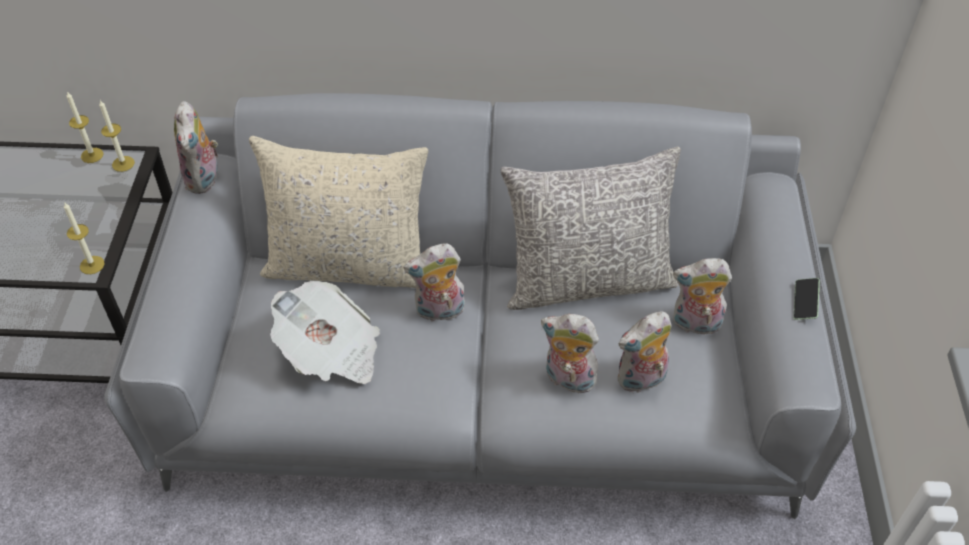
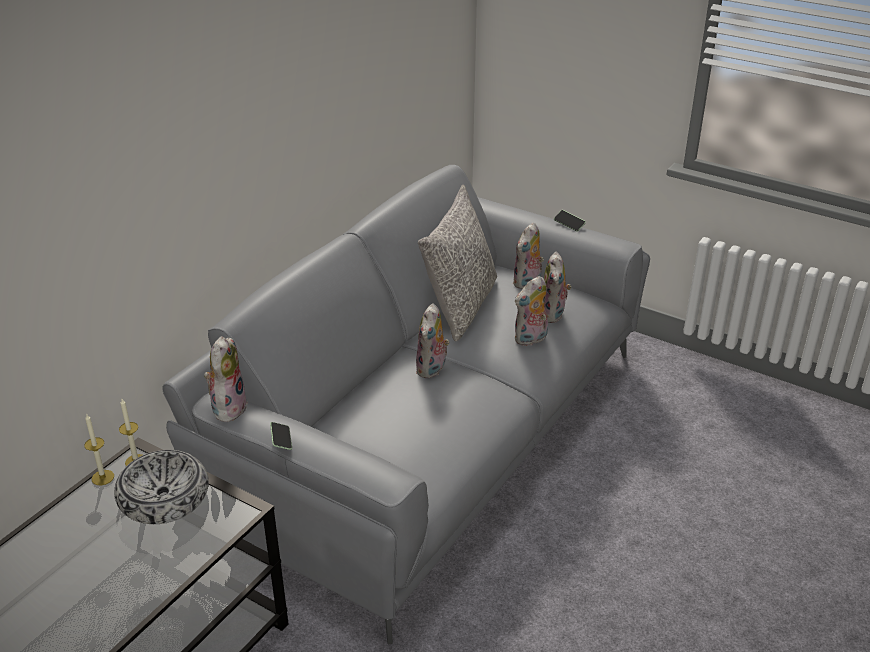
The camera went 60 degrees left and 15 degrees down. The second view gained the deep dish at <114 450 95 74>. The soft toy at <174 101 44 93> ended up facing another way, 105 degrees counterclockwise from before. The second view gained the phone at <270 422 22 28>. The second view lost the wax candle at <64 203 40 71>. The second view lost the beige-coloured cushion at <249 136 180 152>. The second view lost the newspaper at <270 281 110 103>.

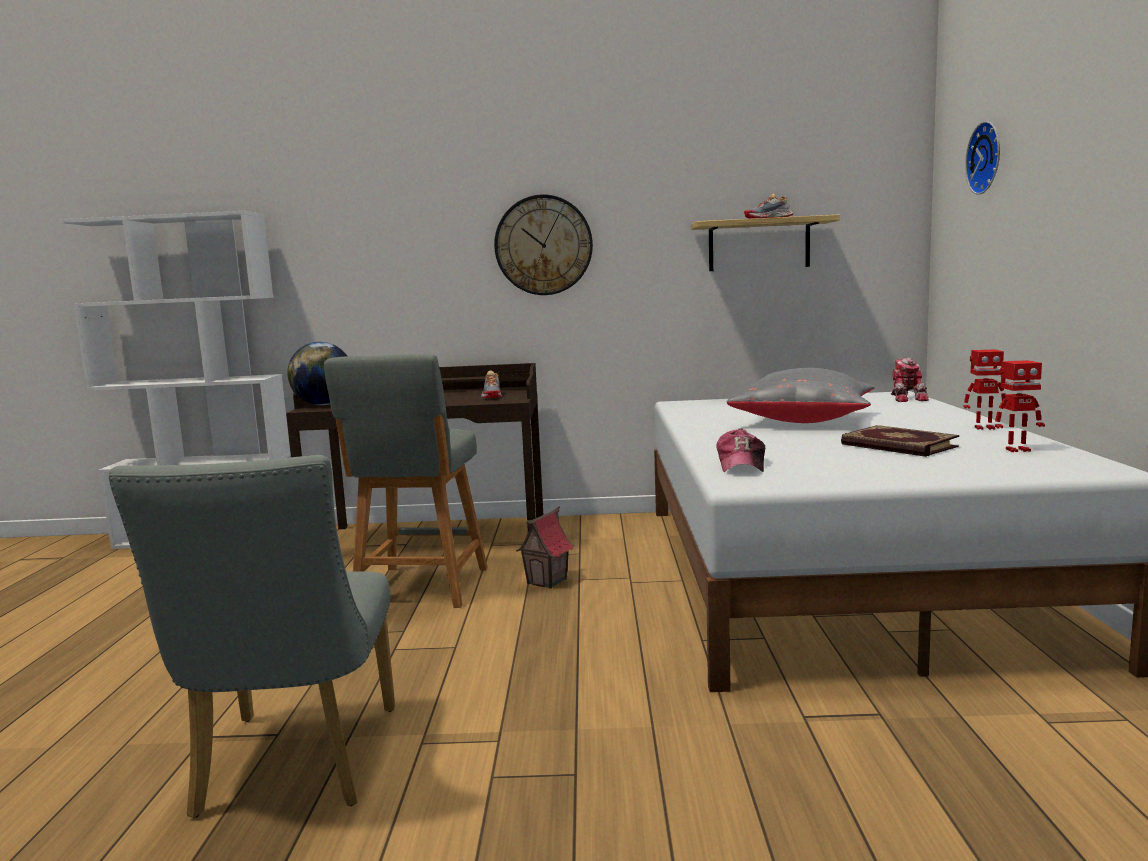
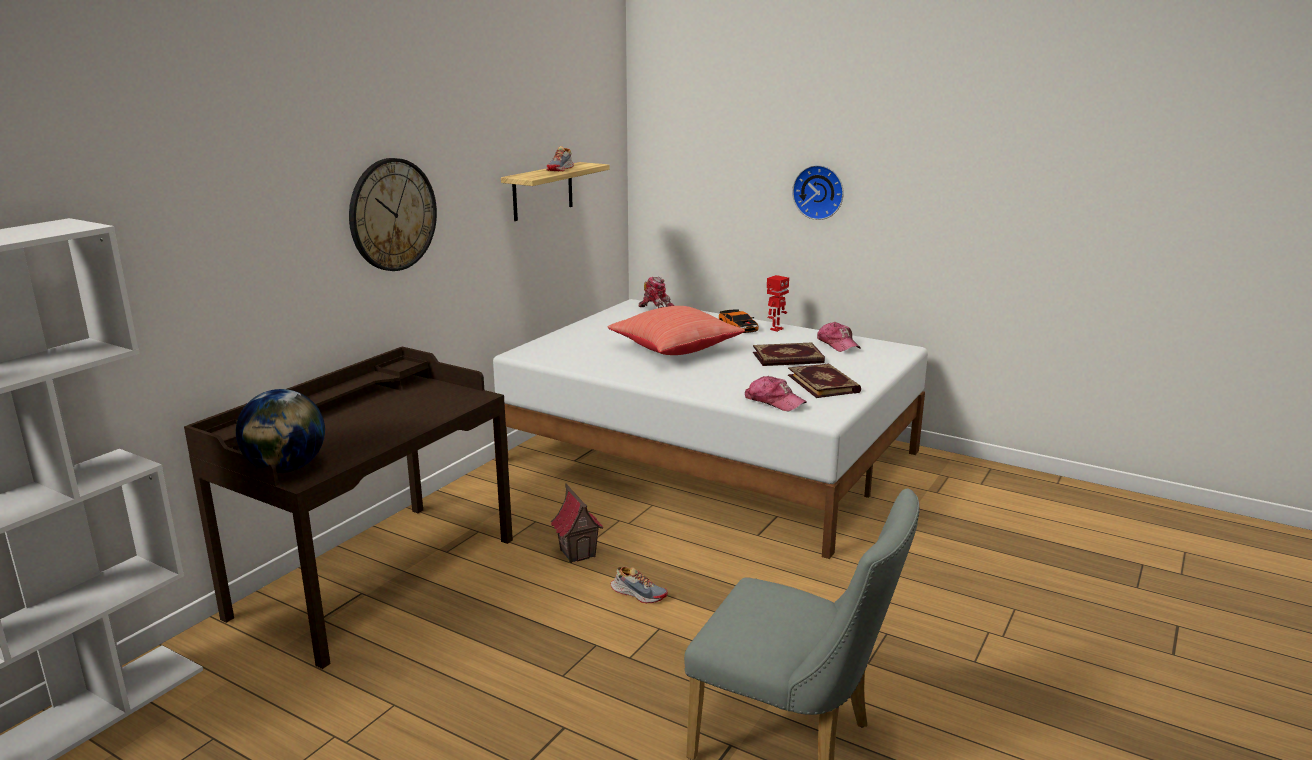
The camera went 60 degrees left and 10 degrees up. What was the gray cushion at <727 368 148 55> turned into the reddish cushion at <607 306 138 49>. The shoe ended up elsewhere, having gone from <481 370 21 28> to <610 567 58 36>. The second view gained the toy car at <719 309 40 24>. The second view gained the book at <788 363 73 35>. The wall clock ended up elsewhere, having gone from <965 121 35 74> to <792 165 52 55>. Where the robot figure stood at <995 360 50 92>, the peaked cap came to stand at <817 322 44 30>. The second view lost the gray stool at <324 354 164 254>.

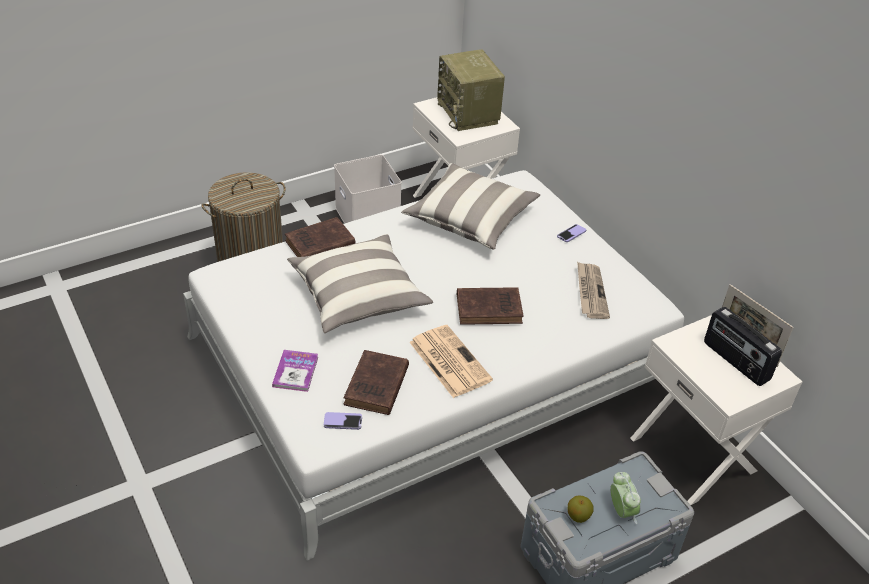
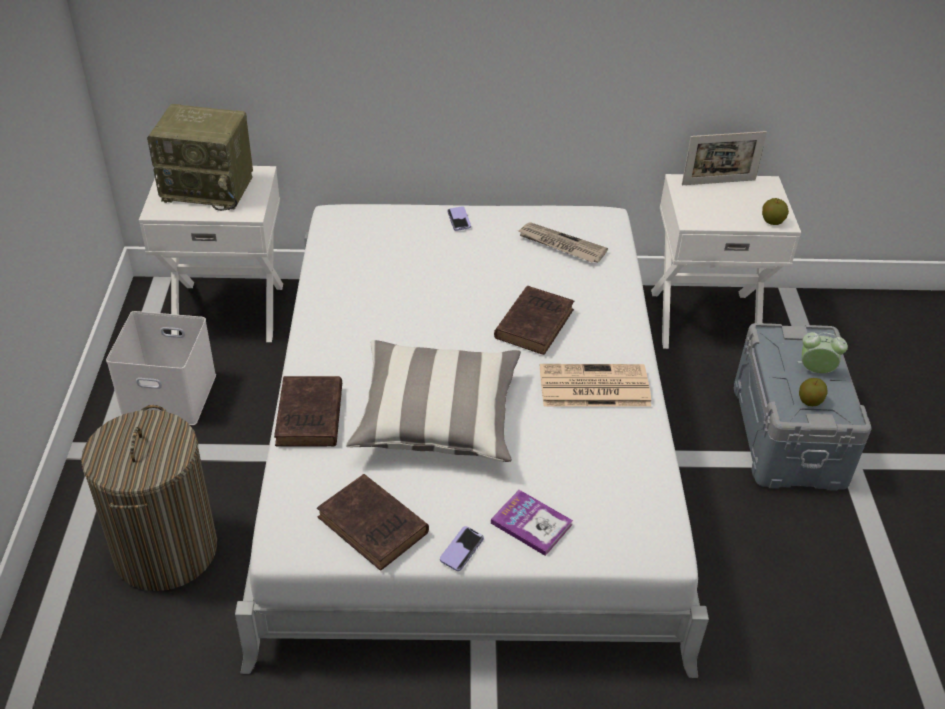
The camera went 60 degrees left and 0 degrees up. The brown book ended up elsewhere, having gone from <343 350 66 65> to <317 474 112 97>. The phone ended up elsewhere, having gone from <324 412 38 18> to <440 526 44 45>. The second view gained the apple at <762 198 27 27>. The second view lost the cushion at <401 163 139 87>. The second view lost the radio at <704 307 78 79>.

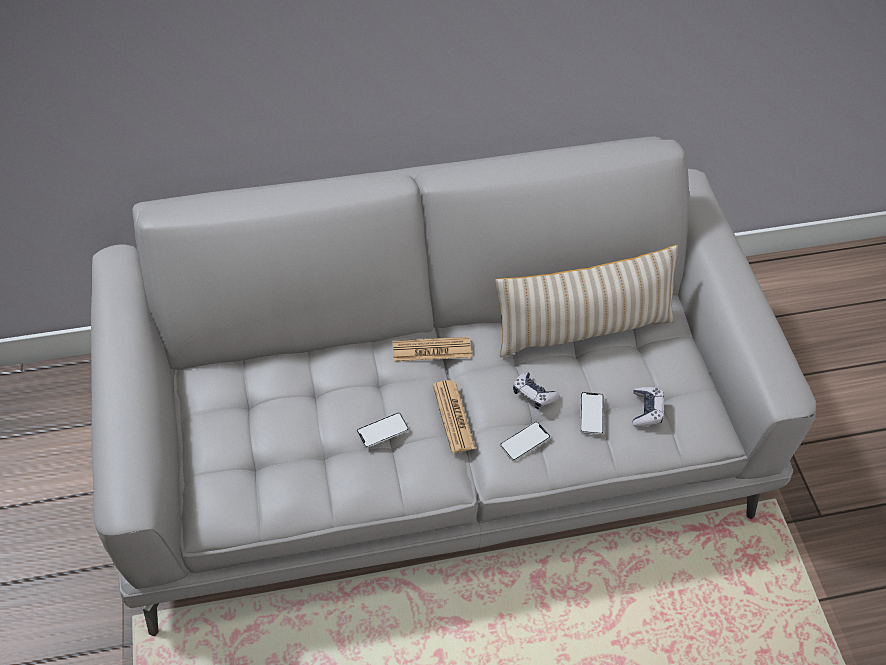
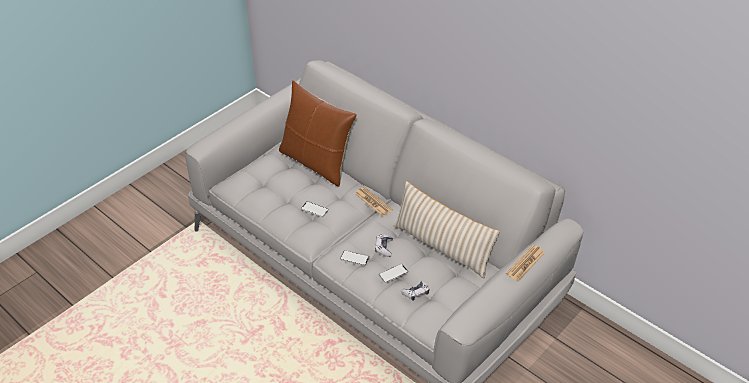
The camera went 55 degrees right and 10 degrees down. The second view gained the brown cushion at <279 80 78 107>. The newspaper ended up elsewhere, having gone from <433 380 43 73> to <506 245 39 37>.

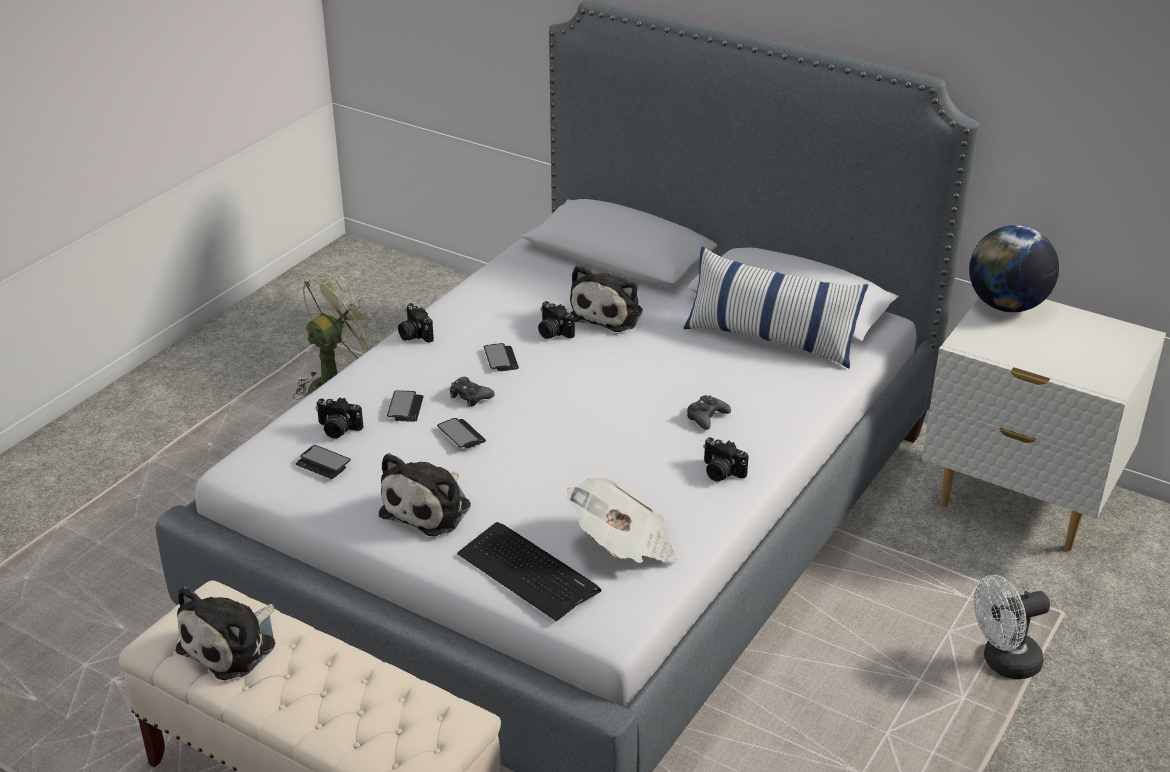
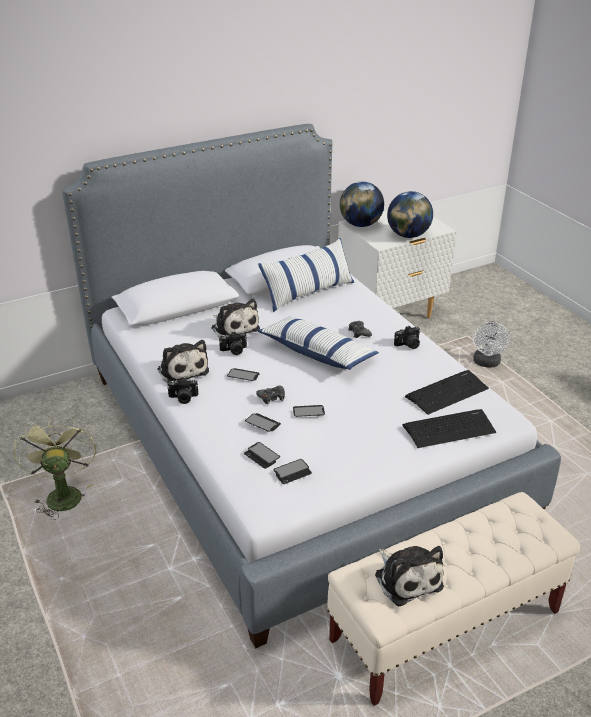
The camera went 60 degrees left and 0 degrees up. The soft toy ended up elsewhere, having gone from <379 453 92 83> to <157 340 52 43>. Where the photo camera stood at <316 397 47 42>, the phone came to stand at <244 442 36 27>. The second view gained the cushion at <257 317 122 53>. The second view gained the desk globe at <387 191 46 47>. Where the newspaper stood at <567 478 110 85>, the PC keyboard came to stand at <405 370 84 45>.

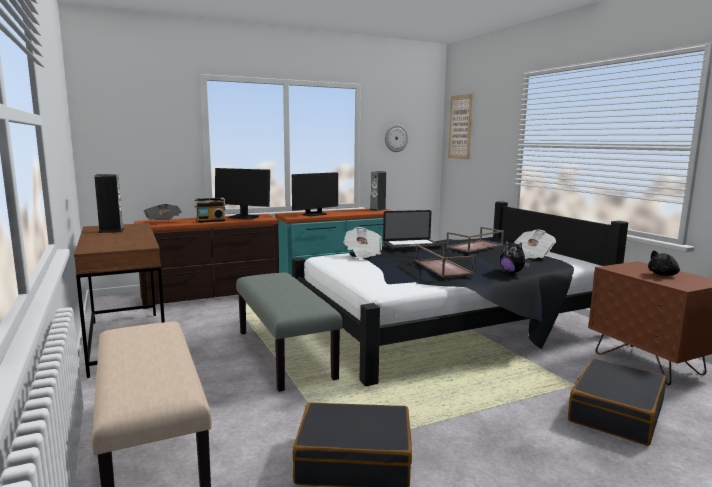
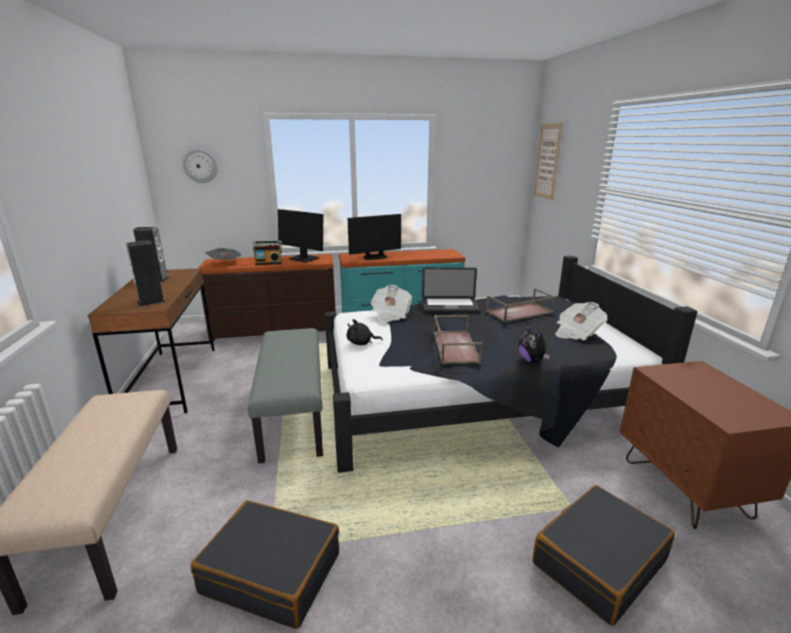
The camera went 15 degrees right and 10 degrees up. The audio speaker ended up elsewhere, having gone from <370 171 17 40> to <126 240 40 66>. The wall clock ended up elsewhere, having gone from <385 124 24 28> to <183 149 34 34>. The black soft toy ended up elsewhere, having gone from <648 251 32 25> to <347 319 36 26>.

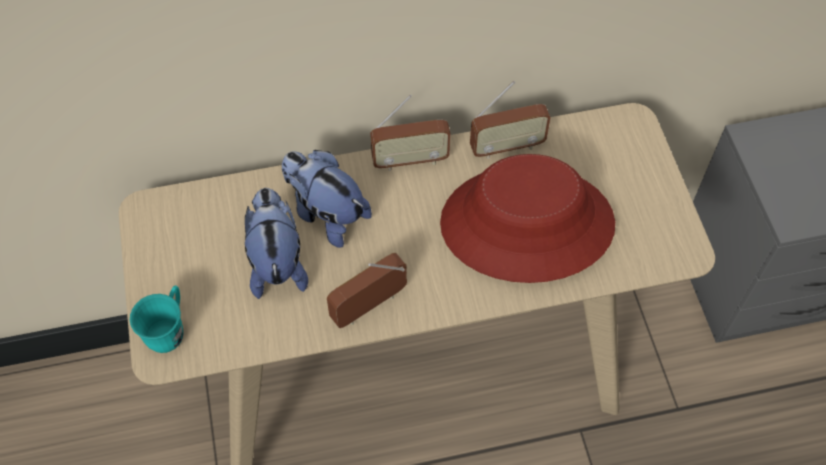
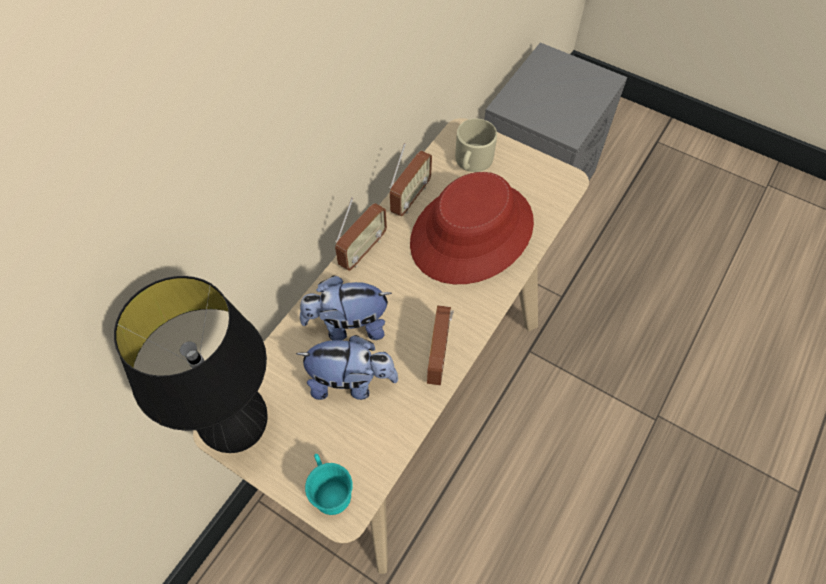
The camera went 45 degrees left and 0 degrees up. The second view gained the black lamp for a table at <114 276 154 177>. The soft toy at <245 188 63 111> ended up facing another way, 150 degrees clockwise from before. The second view gained the beige-coloured tea mug at <455 119 42 53>.

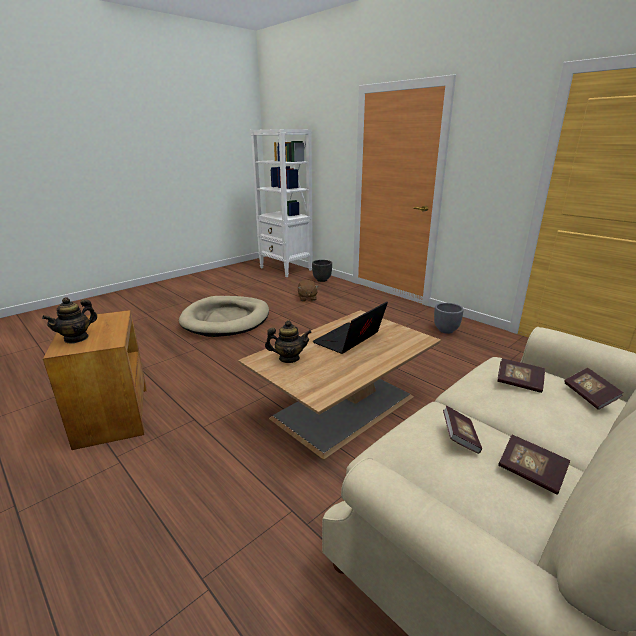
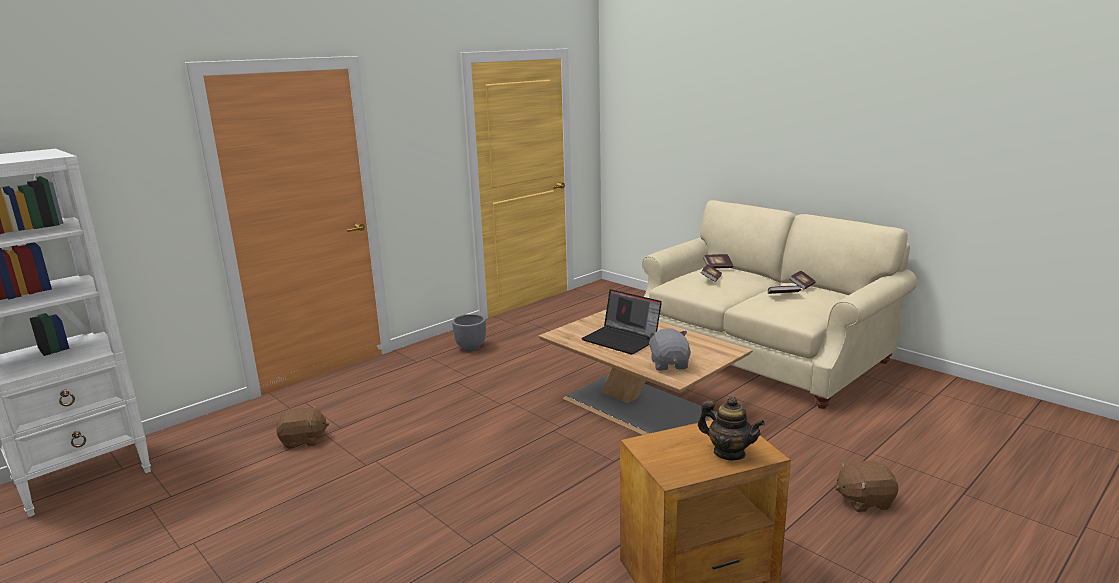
The camera went 90 degrees left and 5 degrees down. Where the pot for tea stood at <265 320 47 43>, the gray soft toy came to stand at <647 328 44 43>. The second view gained the brown soft toy at <835 461 63 51>. The second view lost the beige-coloured pet bed at <179 296 90 41>. The second view lost the black planter at <312 260 20 22>.

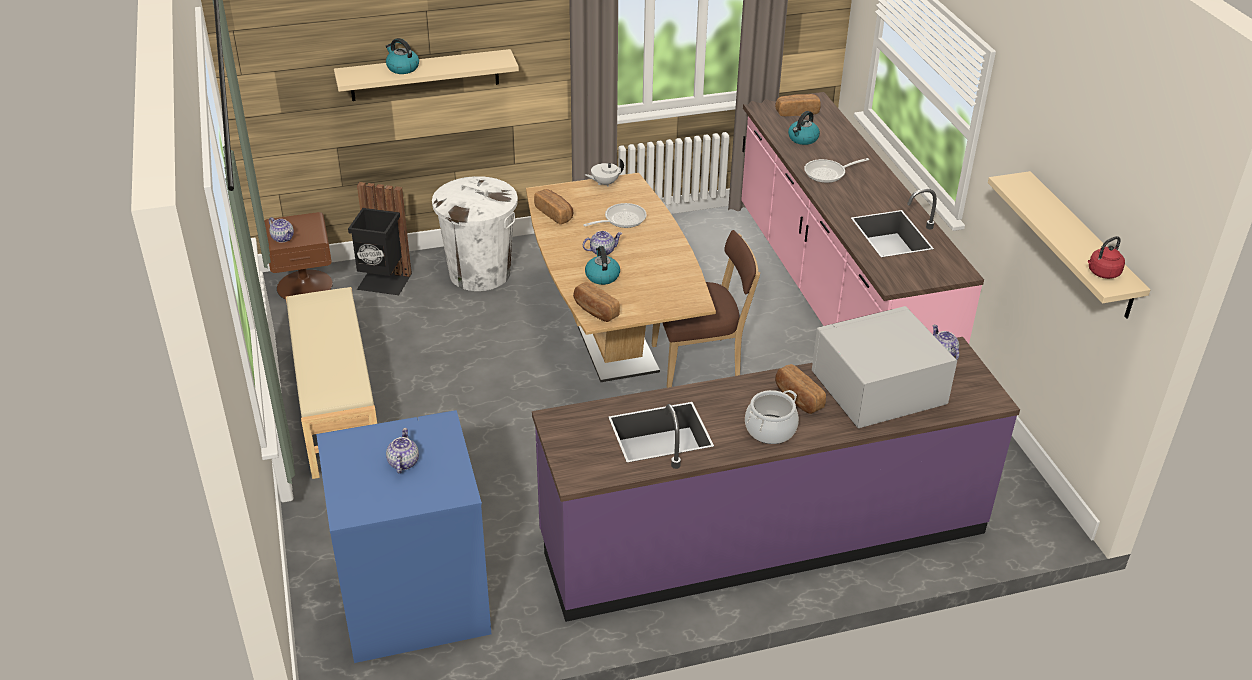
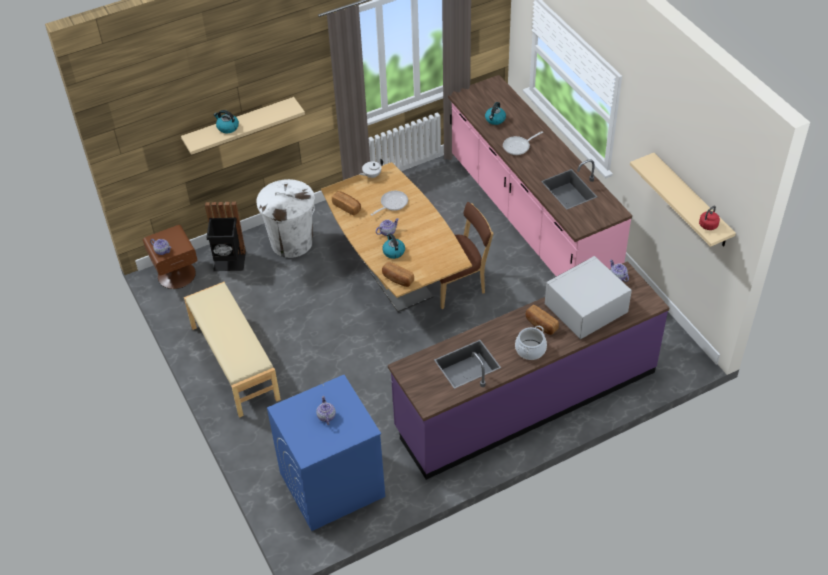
The camera went 10 degrees left and 10 degrees up. The second view lost the baked bread at <775 94 46 22>.

